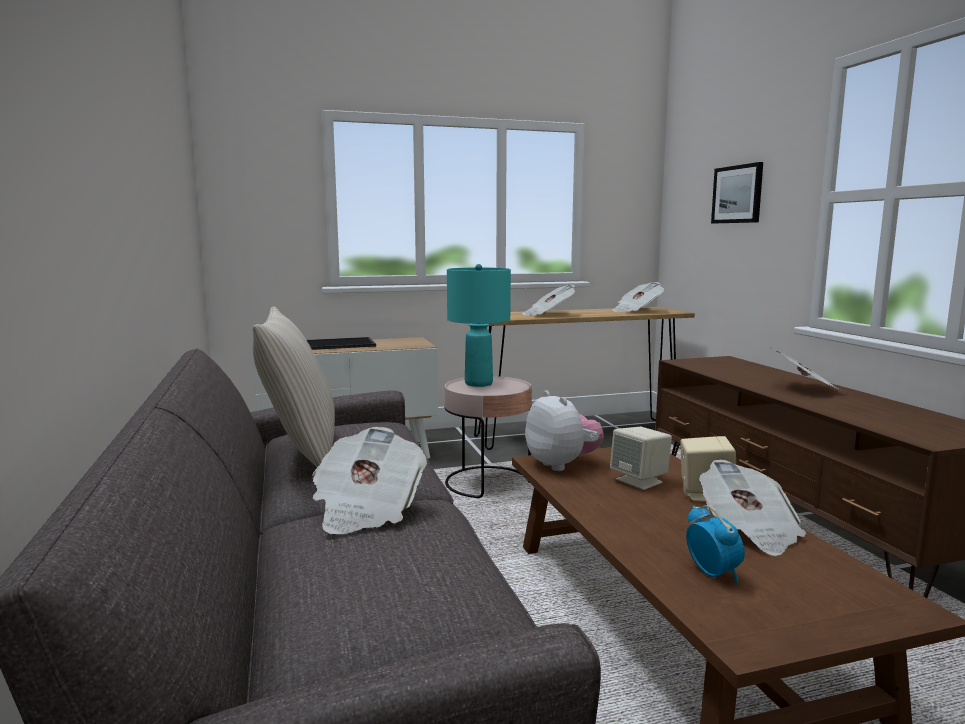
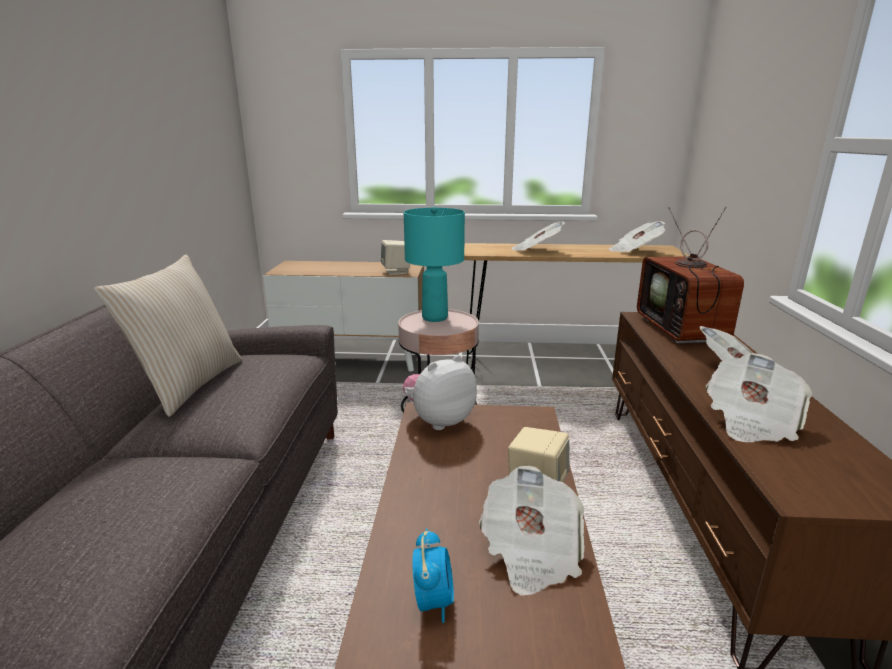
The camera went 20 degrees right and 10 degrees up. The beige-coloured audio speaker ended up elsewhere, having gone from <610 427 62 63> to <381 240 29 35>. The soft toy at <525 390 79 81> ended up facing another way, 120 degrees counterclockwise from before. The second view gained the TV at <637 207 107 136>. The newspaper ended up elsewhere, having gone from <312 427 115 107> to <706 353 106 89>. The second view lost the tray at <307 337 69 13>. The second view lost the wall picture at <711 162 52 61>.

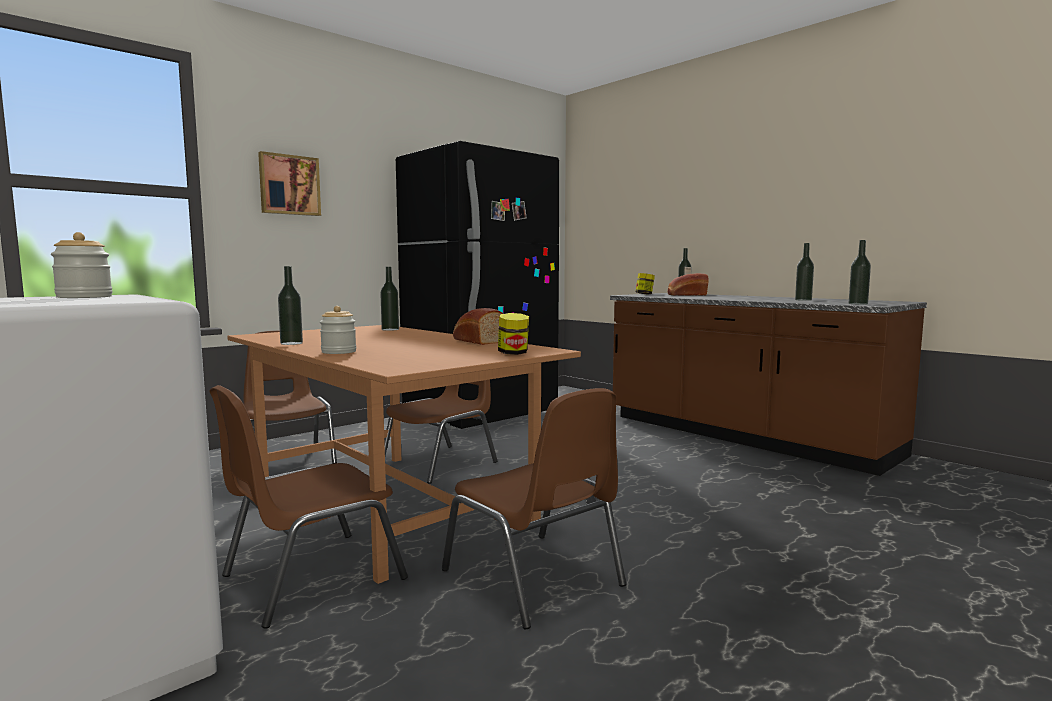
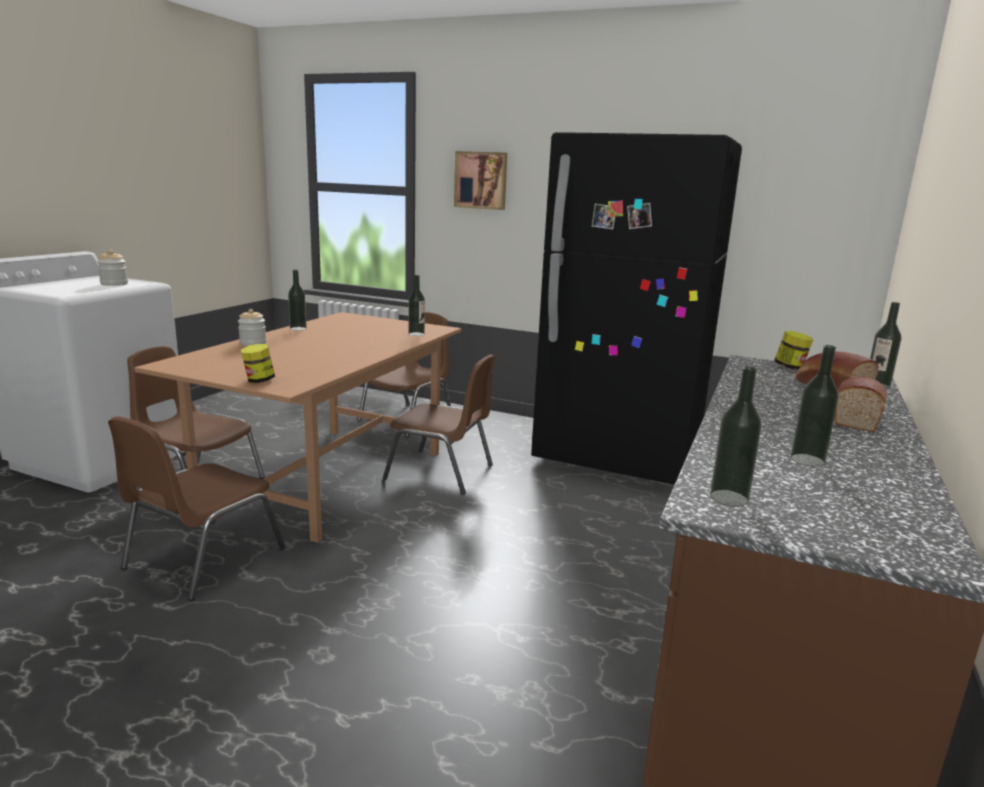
The camera went 65 degrees right and 10 degrees up. The baked bread ended up elsewhere, having gone from <453 308 51 37> to <834 377 53 55>.

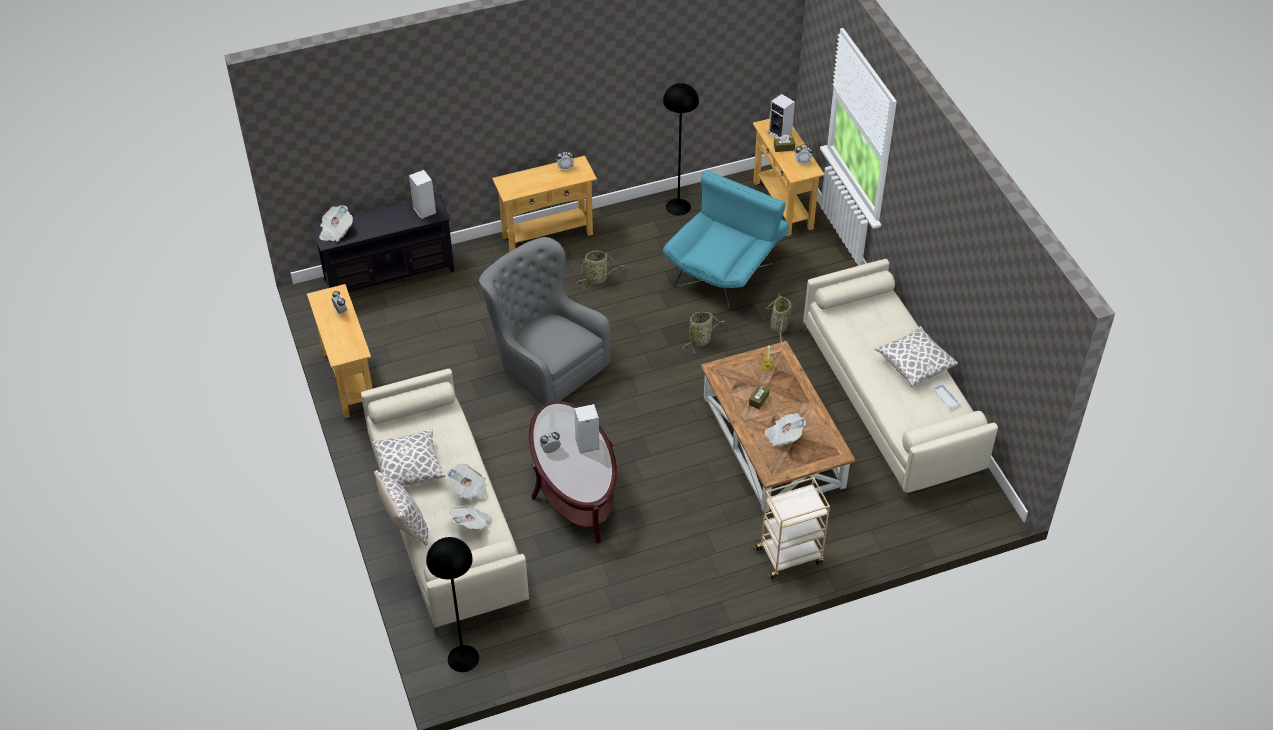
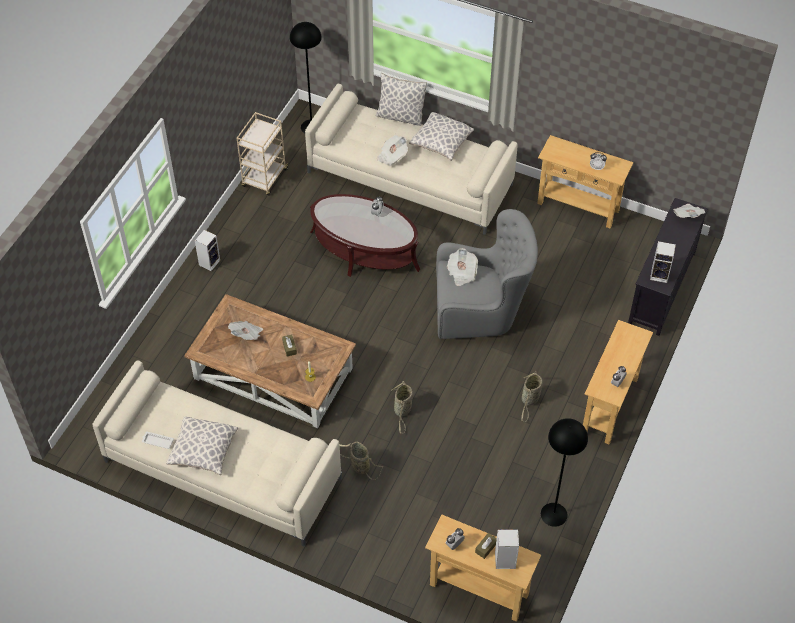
The camera went 135 degrees right and 5 degrees up. The audio speaker ended up elsewhere, having gone from <574 404 26 49> to <195 230 25 41>. The beige-coloured cart ended up elsewhere, having gone from <753 477 77 102> to <237 112 51 84>. The newspaper ended up elsewhere, having gone from <449 506 42 23> to <447 248 31 38>. The second view lost the turquoise-coloured armchair at <663 170 126 141>.

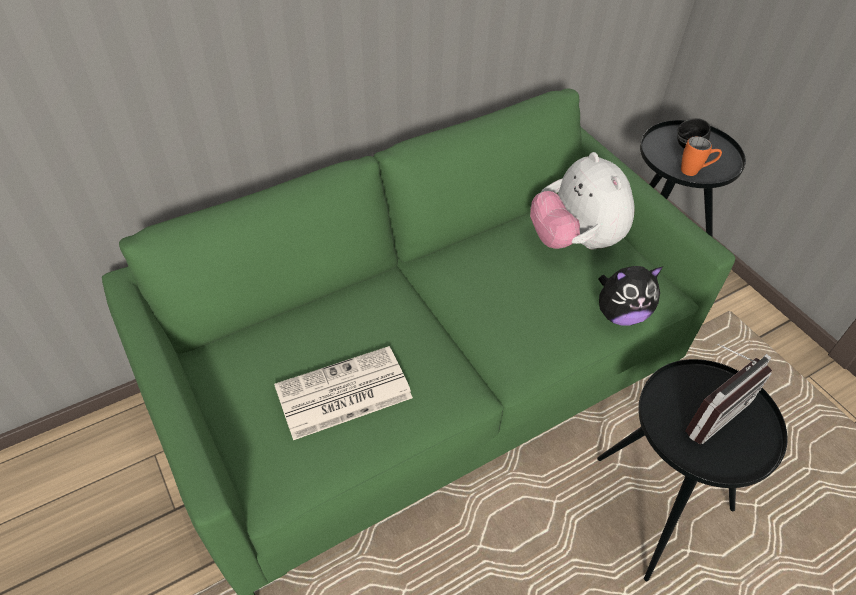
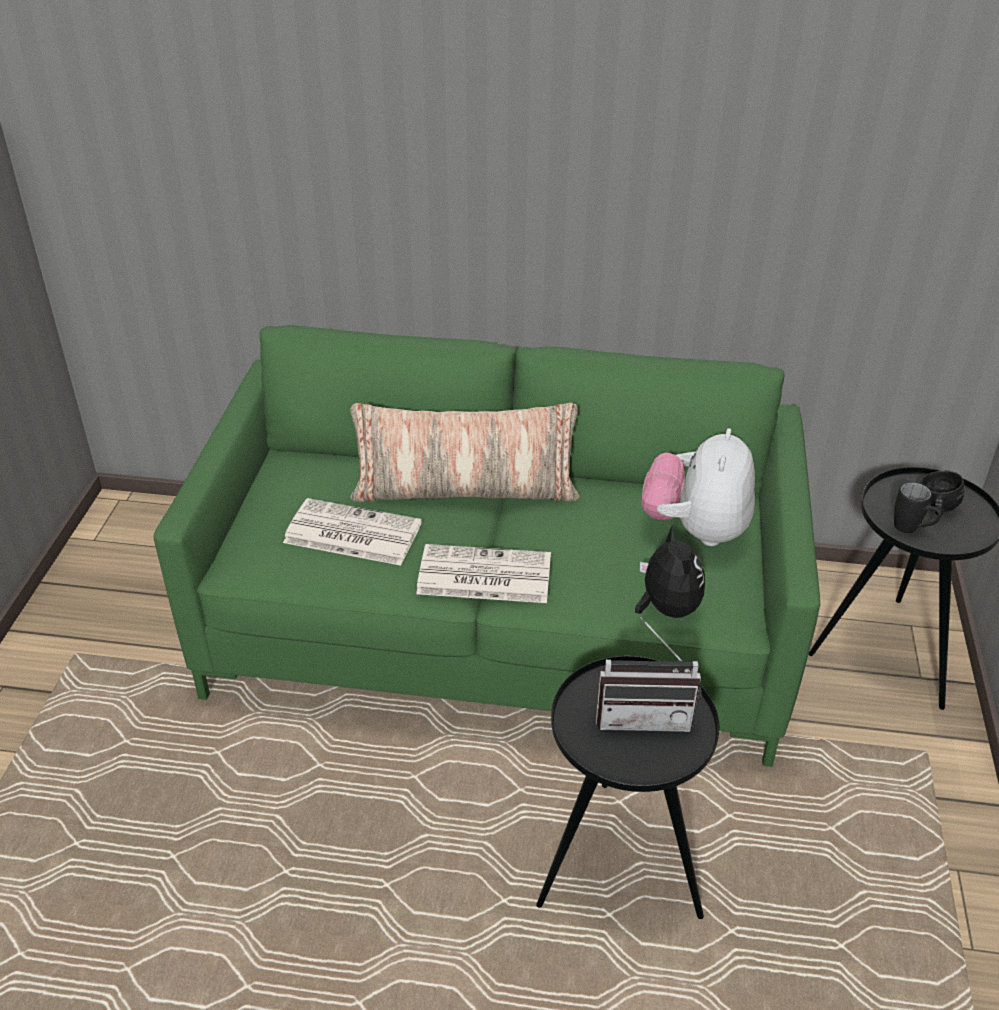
The camera went 40 degrees right and 10 degrees down. The second view gained the cushion at <350 403 230 99>. The second view gained the newspaper at <416 544 135 59>. The soft toy at <598 266 65 60> ended up facing another way, 135 degrees counterclockwise from before. What was the orange-coloured tea mug at <681 136 41 40> turned into the black tea mug at <894 482 48 51>.

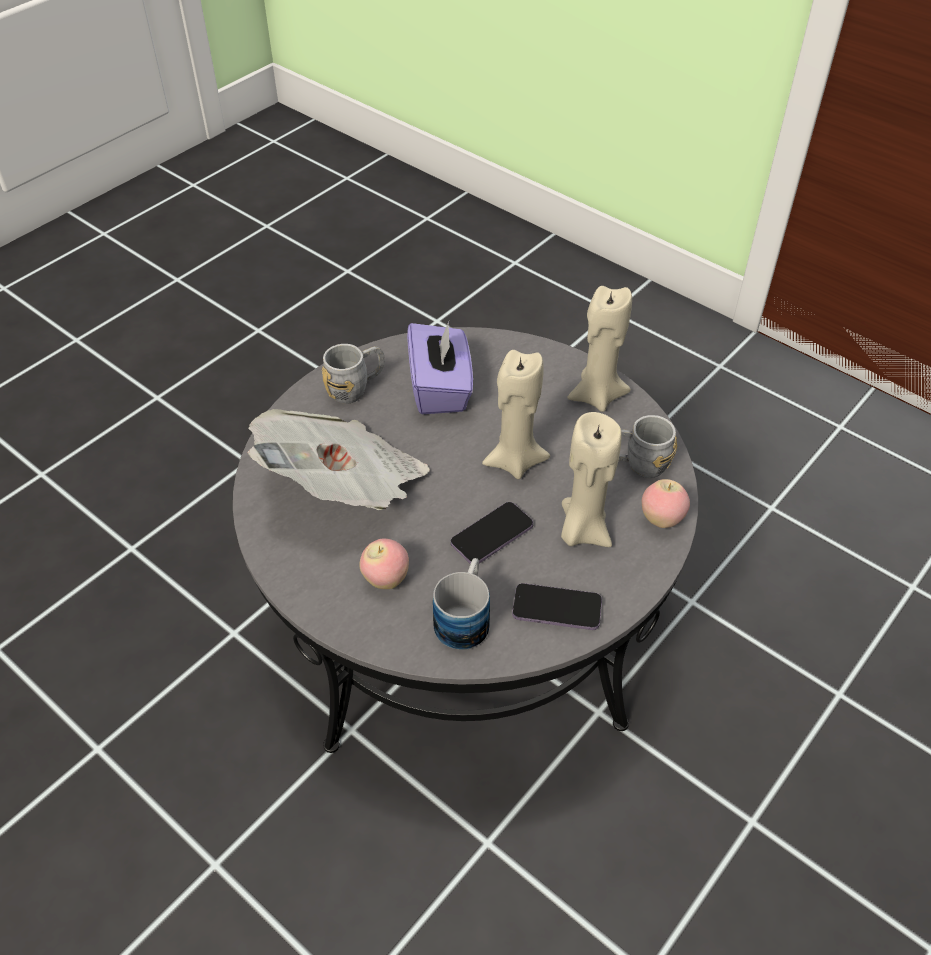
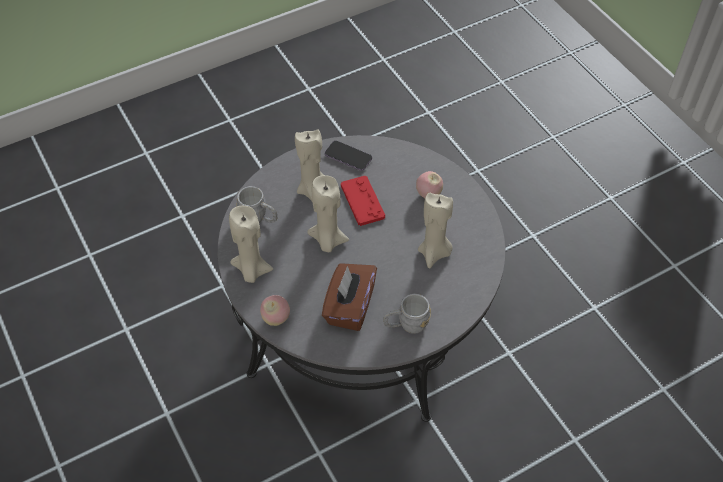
The camera went 160 degrees left and 5 degrees up. The apple ended up elsewhere, having gone from <642 479 48 49> to <260 295 30 31>. What was the purple box of tissues at <407 322 66 92> turned into the brown box of tissues at <322 263 55 68>. Where the phone stood at <451 502 82 62>, the reddish joypad came to stand at <341 176 44 50>. Where the newspaper stood at <247 409 183 101>, the beige-coloured wax candle came to stand at <418 193 35 75>. The second view lost the tea mug at <433 558 57 92>.

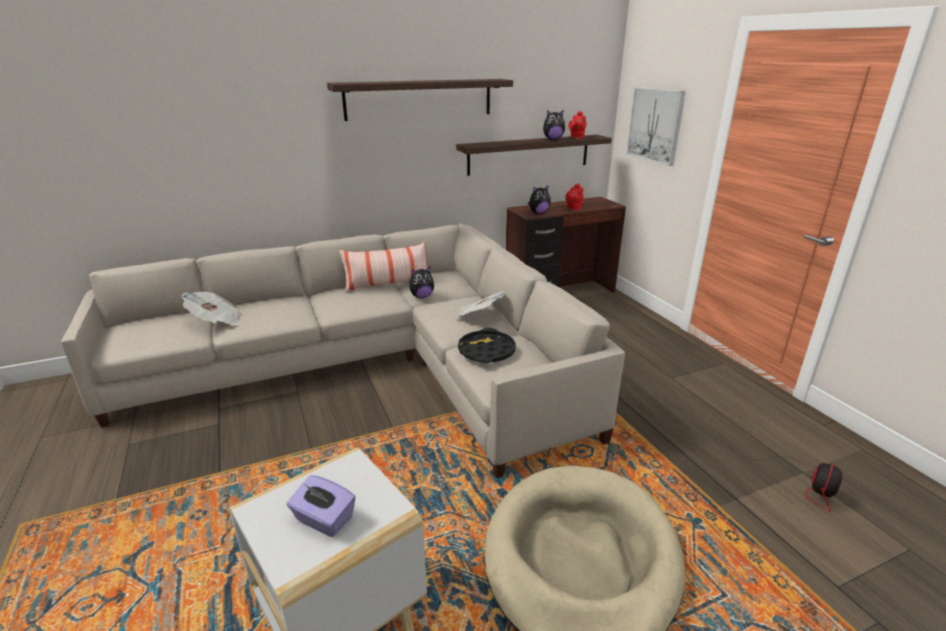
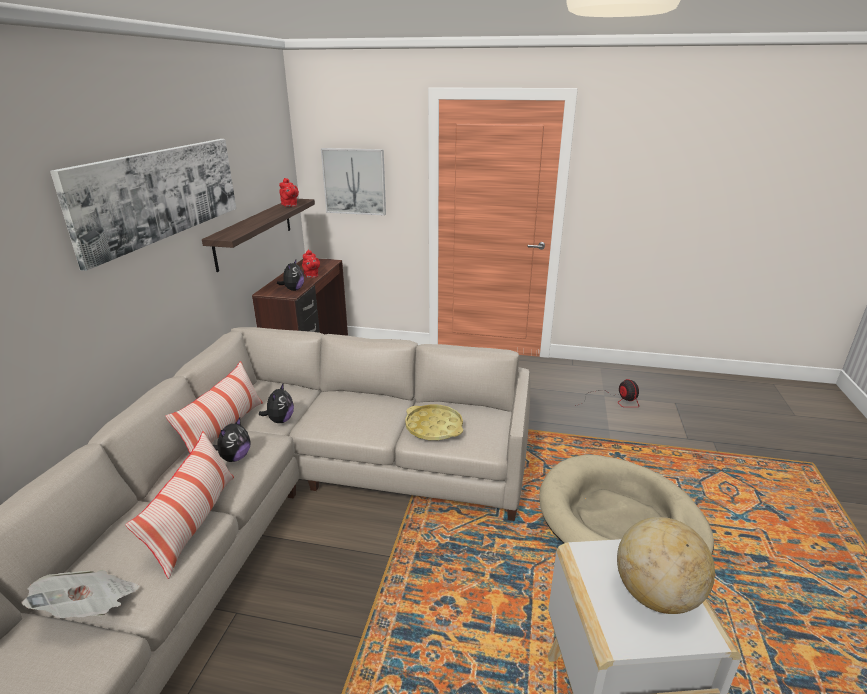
The camera went 55 degrees left and 0 degrees up. Where the shelf hung at <327 79 186 42>, the wall picture came to hang at <50 139 186 132>. The second view gained the cushion at <125 431 109 148>. The soft toy ended up elsewhere, having gone from <543 110 22 30> to <213 418 38 44>. What was the black tray at <458 328 58 35> turned into the yellowish tray at <405 405 58 36>. Where the purple box of tissues stood at <287 475 69 62>, the desk globe came to stand at <617 517 98 97>. The second view lost the newspaper at <457 291 48 26>.

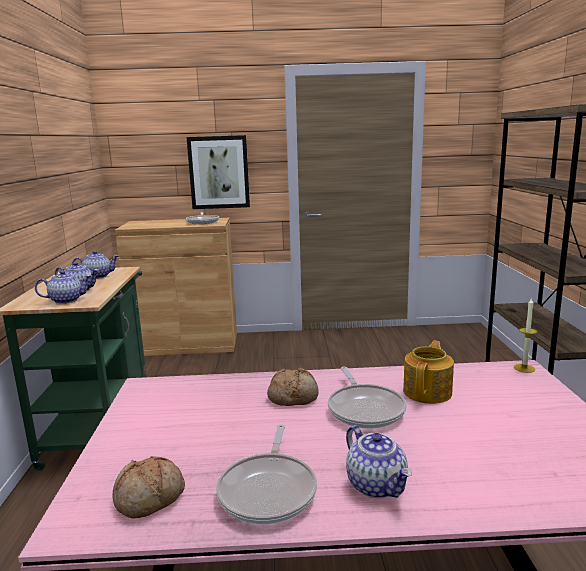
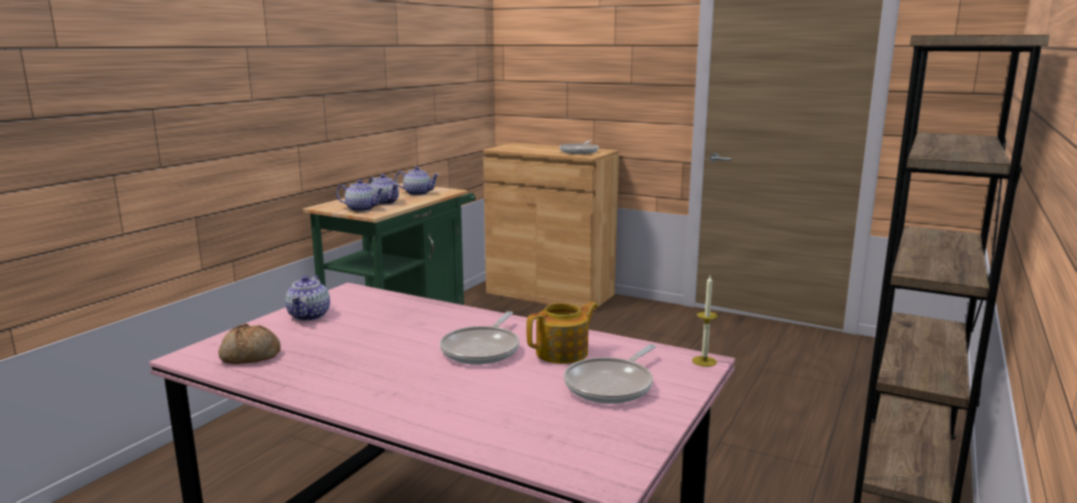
The camera went 30 degrees right and 0 degrees up. The pot for tea ended up elsewhere, having gone from <346 425 66 73> to <285 275 45 46>. The frying pan ended up elsewhere, having gone from <216 424 101 100> to <564 344 92 60>. The second view lost the wall picture at <187 135 63 74>. The second view lost the baked bread at <267 368 52 38>.

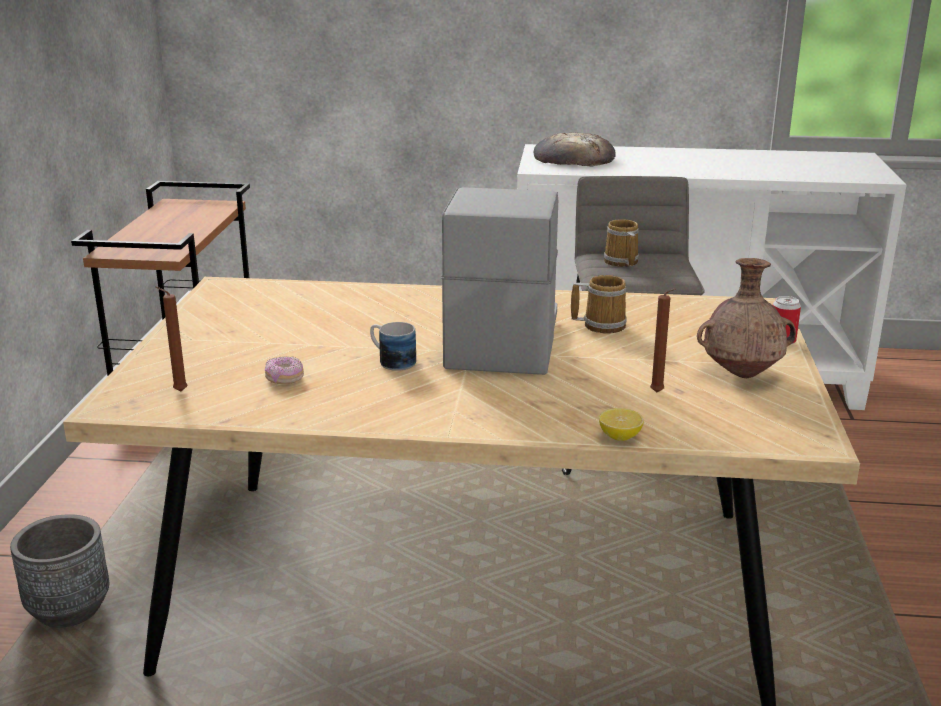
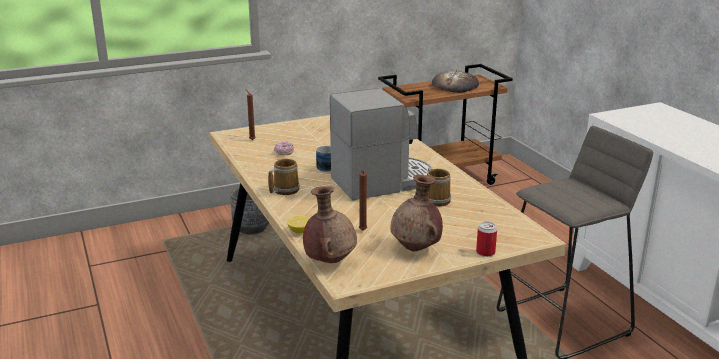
The camera went 60 degrees right and 0 degrees up. The tea mug ended up elsewhere, having gone from <604 219 35 48> to <268 159 32 36>. The second view gained the brown flower vase at <303 186 54 77>. The baked bread ended up elsewhere, having gone from <534 132 82 34> to <432 70 47 23>.

